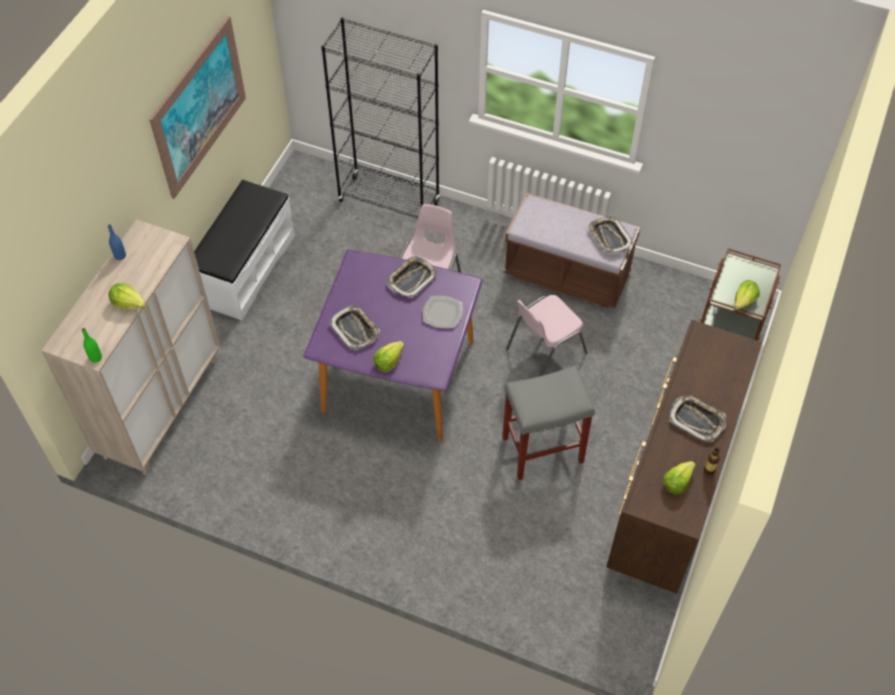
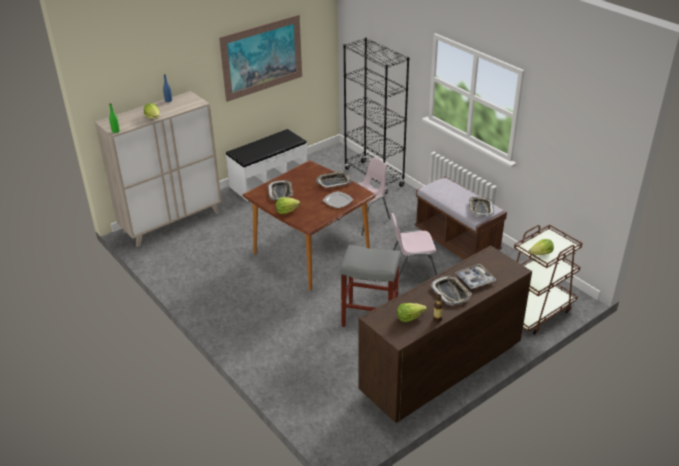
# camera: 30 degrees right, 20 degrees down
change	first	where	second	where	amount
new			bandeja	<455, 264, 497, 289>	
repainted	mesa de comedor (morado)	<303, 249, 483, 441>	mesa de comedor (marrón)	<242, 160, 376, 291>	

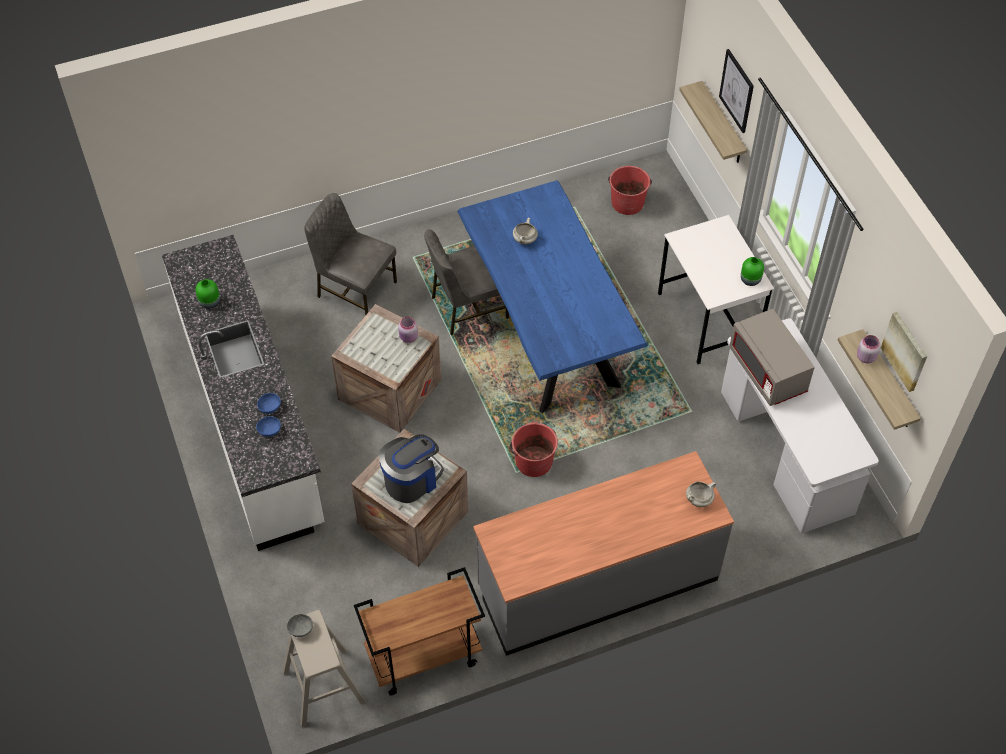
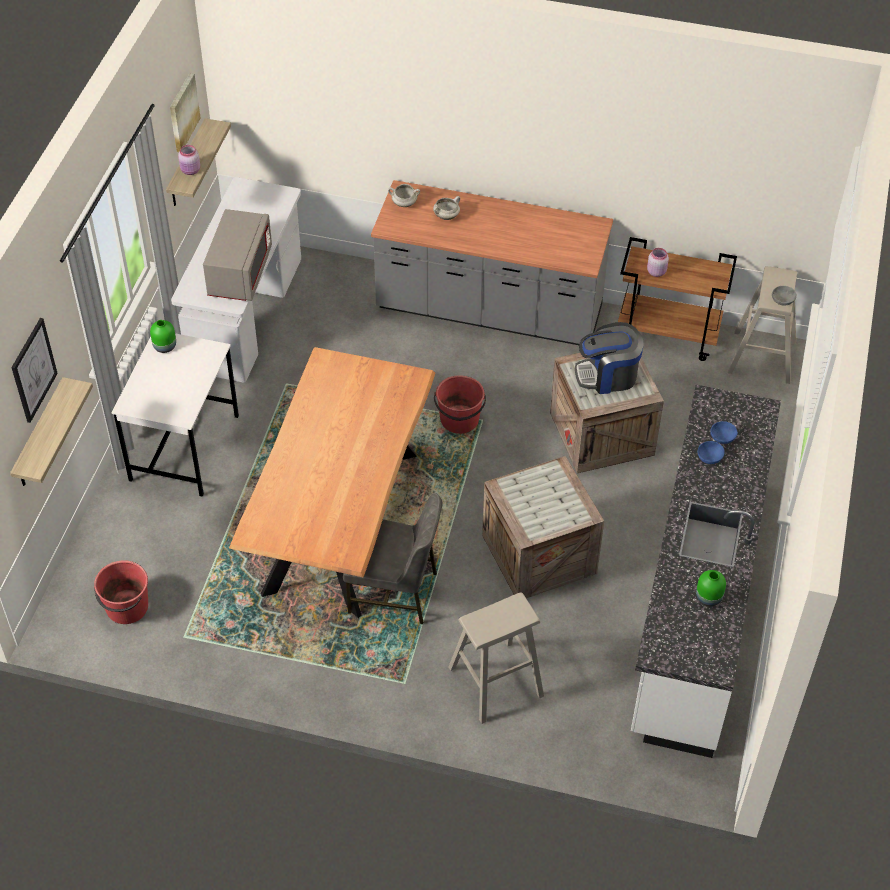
# camera: 145 degrees left, 5 degrees down
change	first	where	second	where	amount
shifted	tarro (rosa)	<398, 317, 418, 343>		<647, 248, 669, 277>	
shifted	olla (blanco)	<513, 218, 538, 244>		<433, 196, 460, 220>	
swapped	silla (gris)	<304, 193, 397, 315>	taburete (beis)	<448, 592, 544, 724>	
repainted	mesa de comedor (azul)	<457, 180, 648, 413>	mesa de comedor (marrón)	<229, 347, 435, 618>	

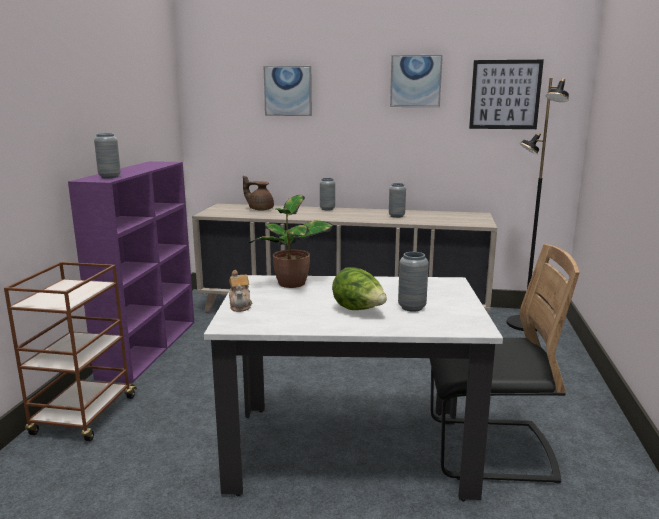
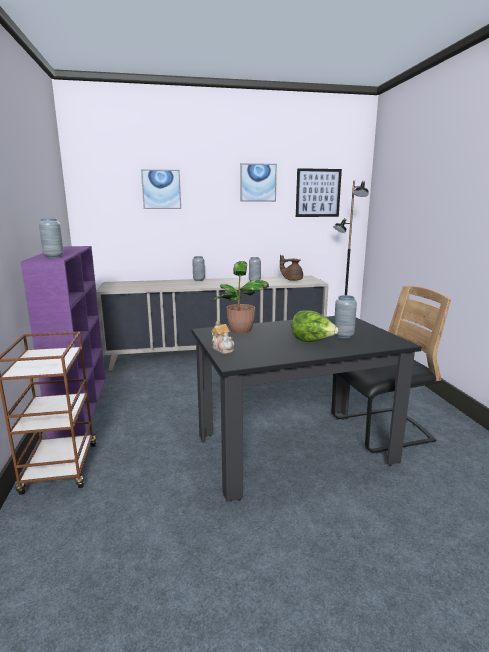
# camera: 20 degrees left, 0 degrees up
change	first	where	second	where	amount
shifted	tetera (marrón)	<243, 175, 274, 211>		<280, 255, 303, 281>	
repainted	mesa de comedor (blanco)	<204, 275, 503, 502>	mesa de comedor (negro)	<192, 316, 421, 502>	

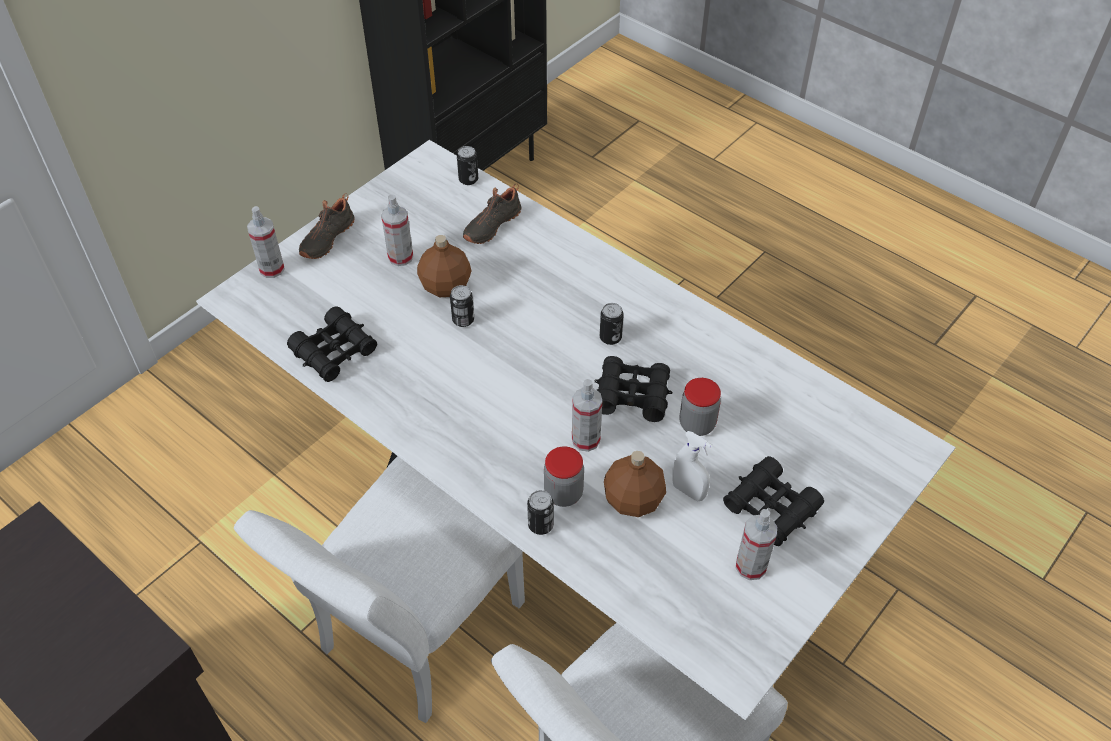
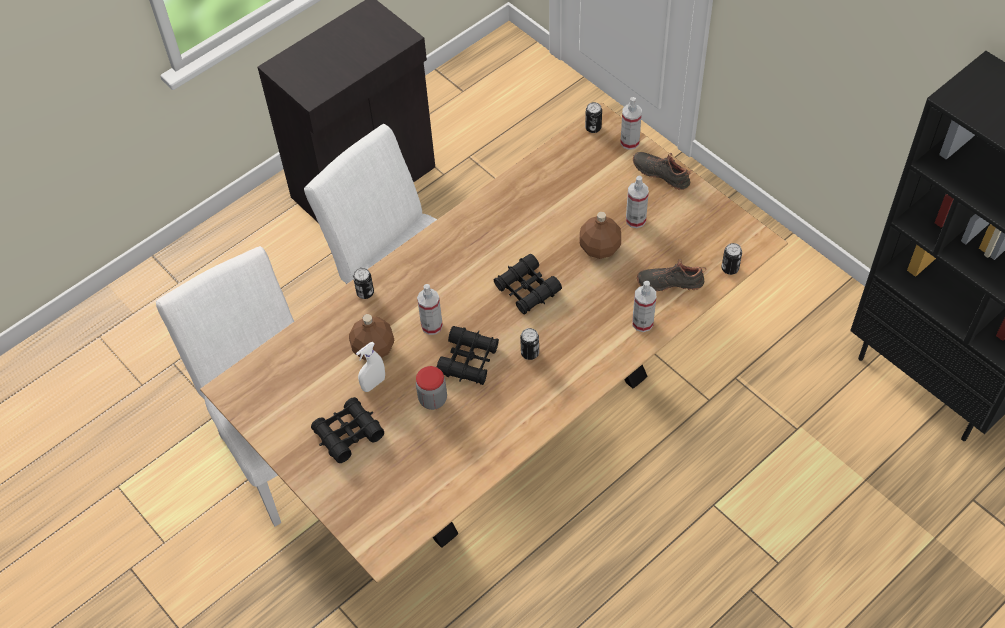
# camera: 100 degrees right, 5 degrees up
change	first	where	second	where	amount
gone	tarro	<544, 446, 584, 507>			
shifted	prismáticos (negro)	<287, 306, 377, 382>		<494, 254, 562, 315>	
shifted	lata	<450, 285, 474, 327>		<585, 102, 602, 133>	
shifted	pulverizador	<736, 509, 777, 580>		<632, 281, 656, 332>	
repainted	mesa de comedor (blanco)	<196, 140, 956, 720>	mesa de comedor (marrón)	<200, 102, 788, 583>	
rotated	zapato (negro)	<463, 183, 522, 244>		<637, 259, 706, 292>	45 degrees counterclockwise

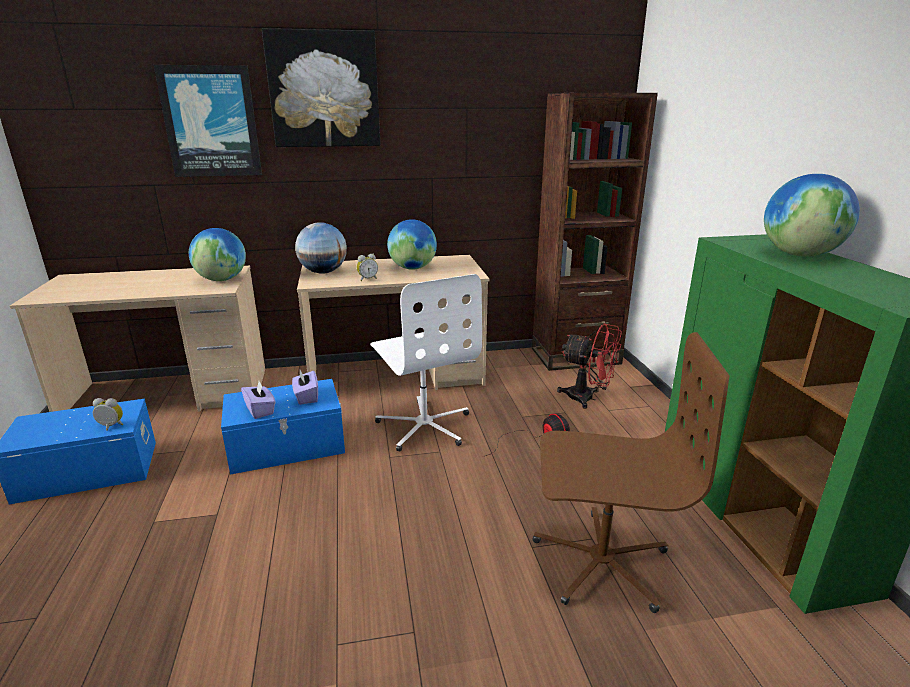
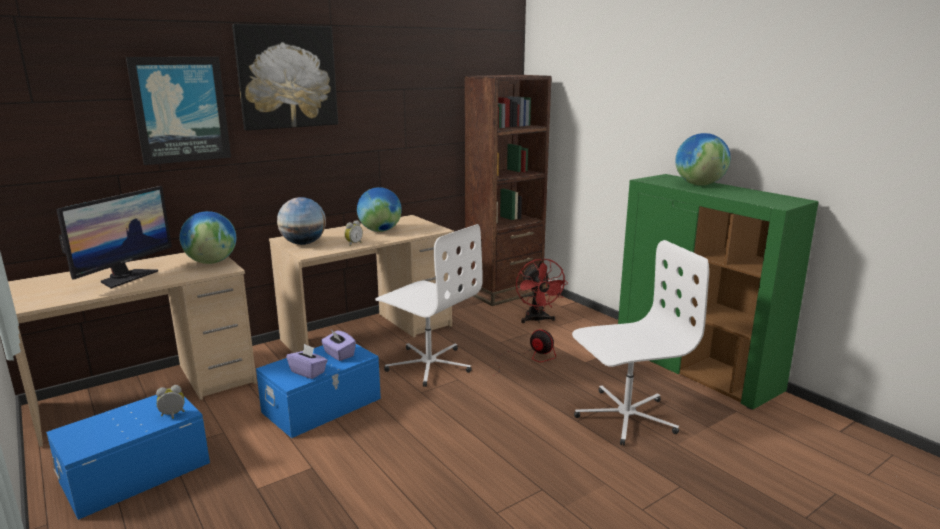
# camera: 25 degrees left, 5 degrees down
change	first	where	second	where	amount
new			monitor	<57, 186, 172, 289>	
repainted	silla de oficina (marrón)	<532, 332, 730, 613>	silla de oficina (blanco)	<572, 240, 709, 446>	
rotated	ventilador (rojo)	<557, 323, 622, 409>		<516, 258, 568, 323>	75 degrees clockwise

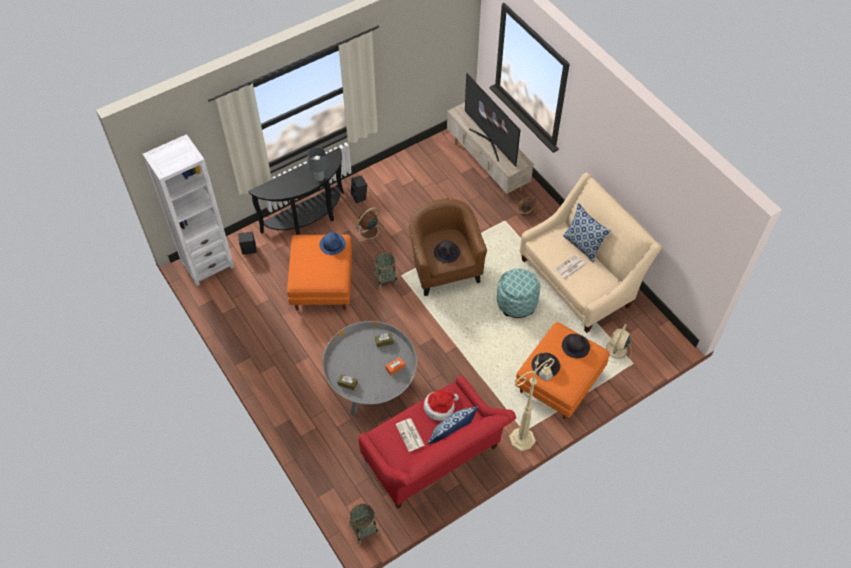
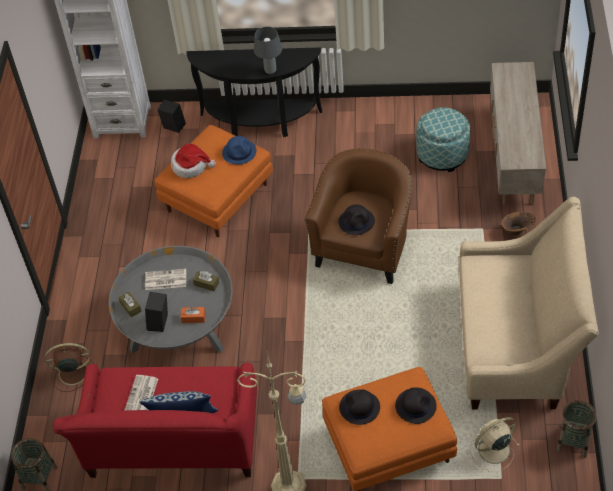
# camera: 40 degrees right, 5 degrees down
change	first	where	second	where	amount
gone	televisor	<465, 74, 520, 167>			
gone	cojín	<563, 203, 611, 263>			
shifted	altavoz (negro)	<351, 175, 367, 203>		<145, 292, 168, 332>	
shifted	ventilador (marrón)	<354, 207, 383, 244>		<45, 343, 93, 392>	
shifted	cesta	<374, 252, 398, 290>		<556, 400, 596, 458>	
shifted	sombrero	<424, 390, 459, 421>		<171, 144, 216, 178>	
shifted	puf	<497, 269, 540, 318>		<416, 107, 470, 172>	
shifted	periódico	<554, 254, 586, 280>		<145, 269, 186, 290>	

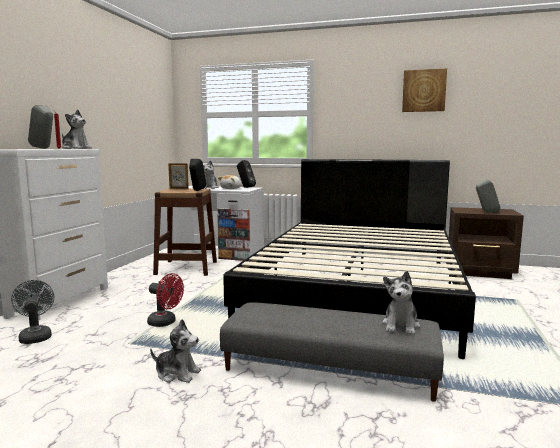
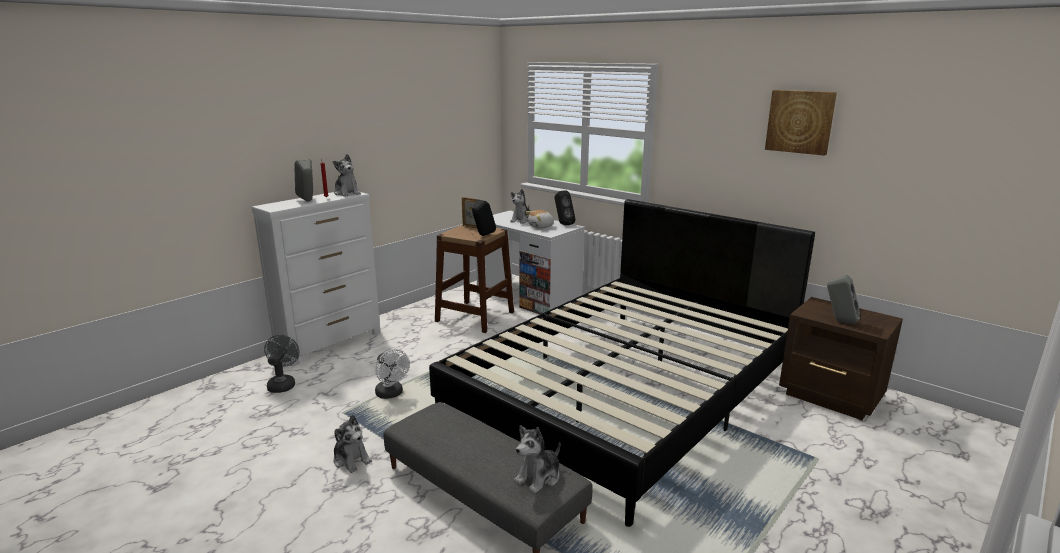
# camera: 25 degrees right, 10 degrees up
change	first	where	second	where	amount
repainted	ventilador (rojo)	<147, 273, 184, 327>	ventilador (blanco)	<375, 349, 410, 399>	

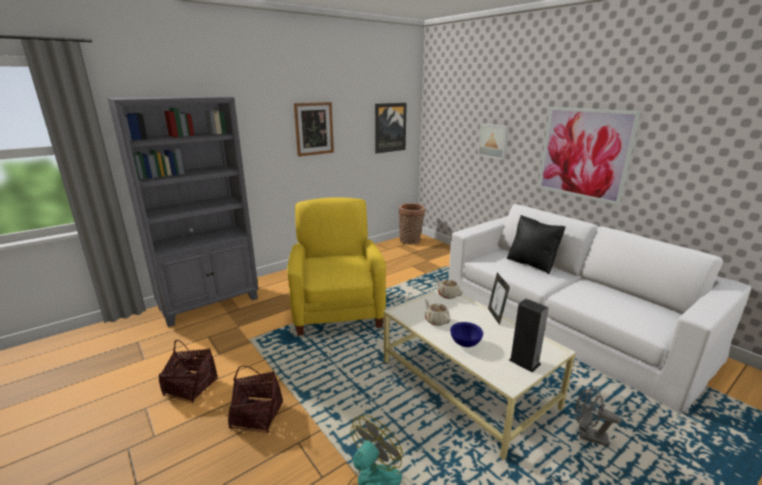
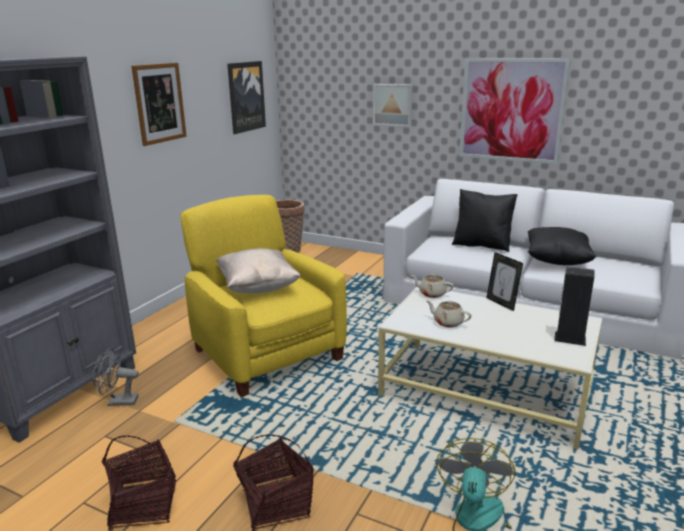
# camera: 25 degrees left, 0 degrees up
change	first	where	second	where	amount
gone	cuenco (azul)	<450, 322, 483, 347>			
new			cojín (beis)	<216, 248, 301, 293>	
new			cojín (negro)	<527, 227, 596, 265>	
shifted	ventilador (gris)	<575, 386, 622, 447>		<93, 348, 139, 406>	

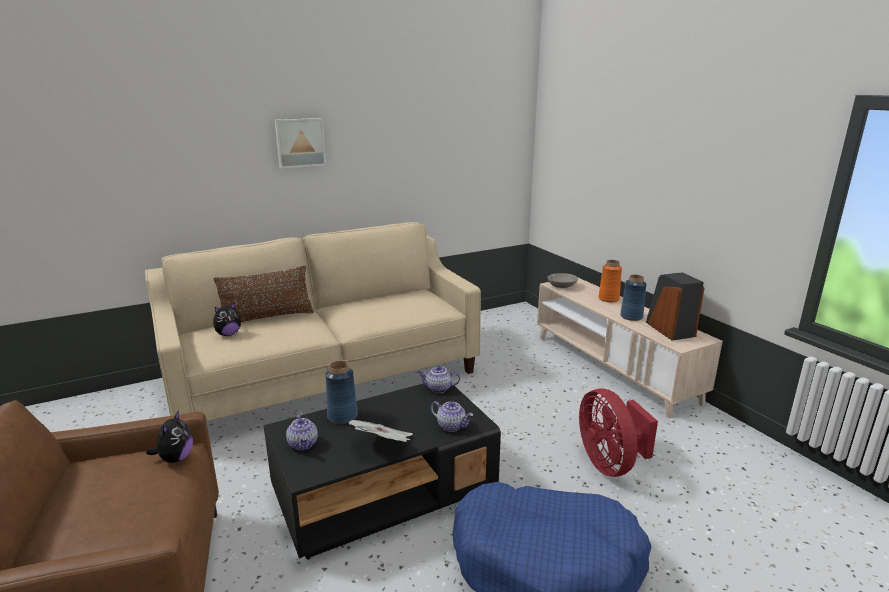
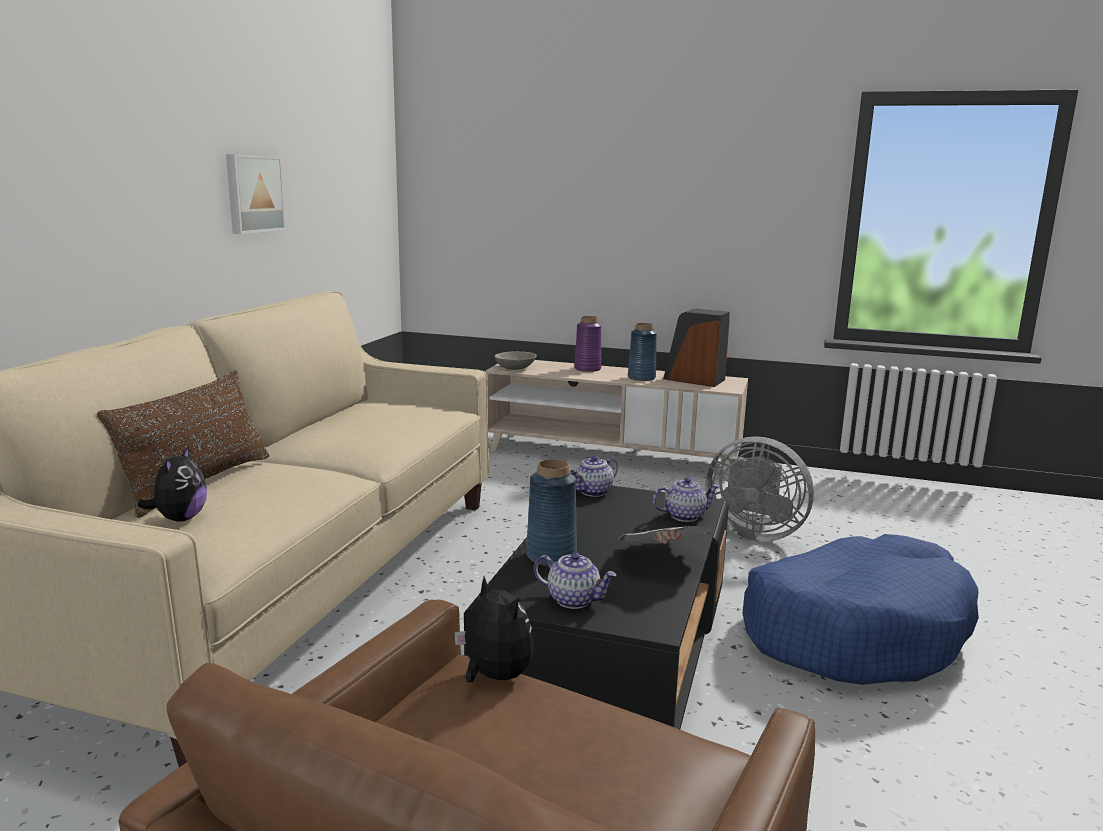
# camera: 45 degrees left, 5 degrees down
change	first	where	second	where	amount
shifted	cuadro	<275, 118, 326, 168>		<226, 154, 286, 234>	
repainted	ventilador (rojo)	<579, 389, 658, 477>	ventilador (gris)	<705, 436, 814, 542>	
repainted	florero (naranja)	<598, 260, 622, 302>	florero (morado)	<574, 316, 601, 372>	

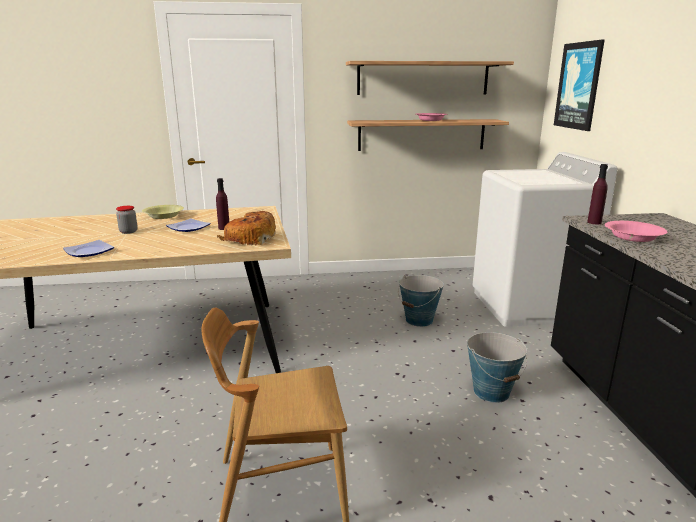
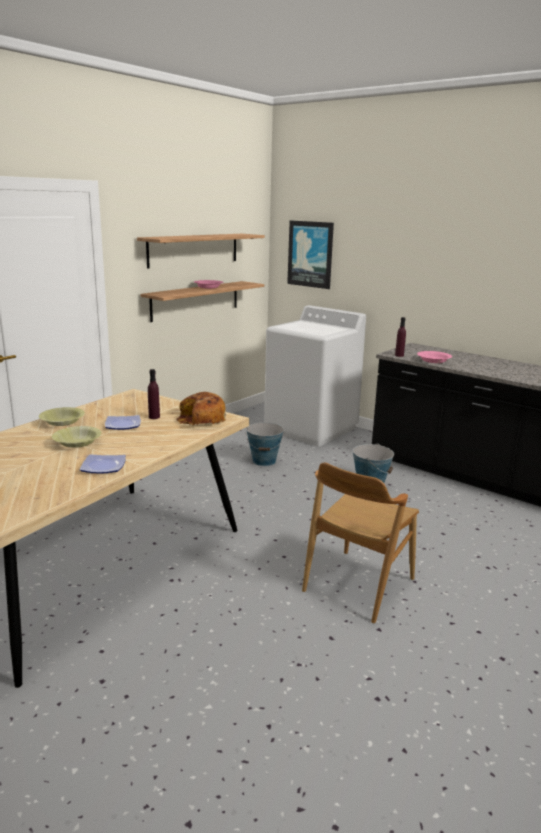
# camera: 45 degrees left, 0 degrees up
change	first	where	second	where	amount
swapped	tarro	<116, 206, 138, 234>	cuenco (amarillo)	<52, 426, 102, 448>	

